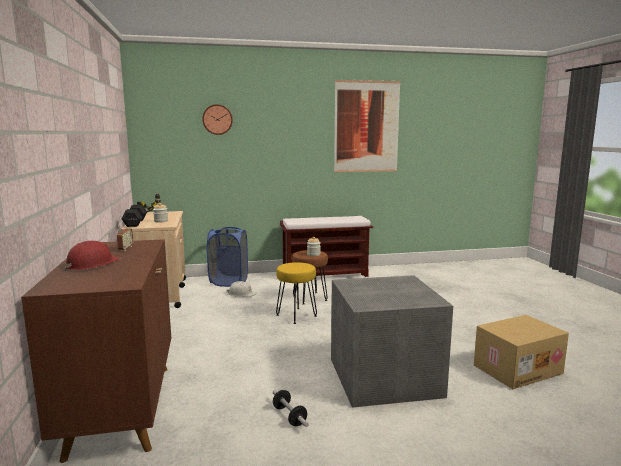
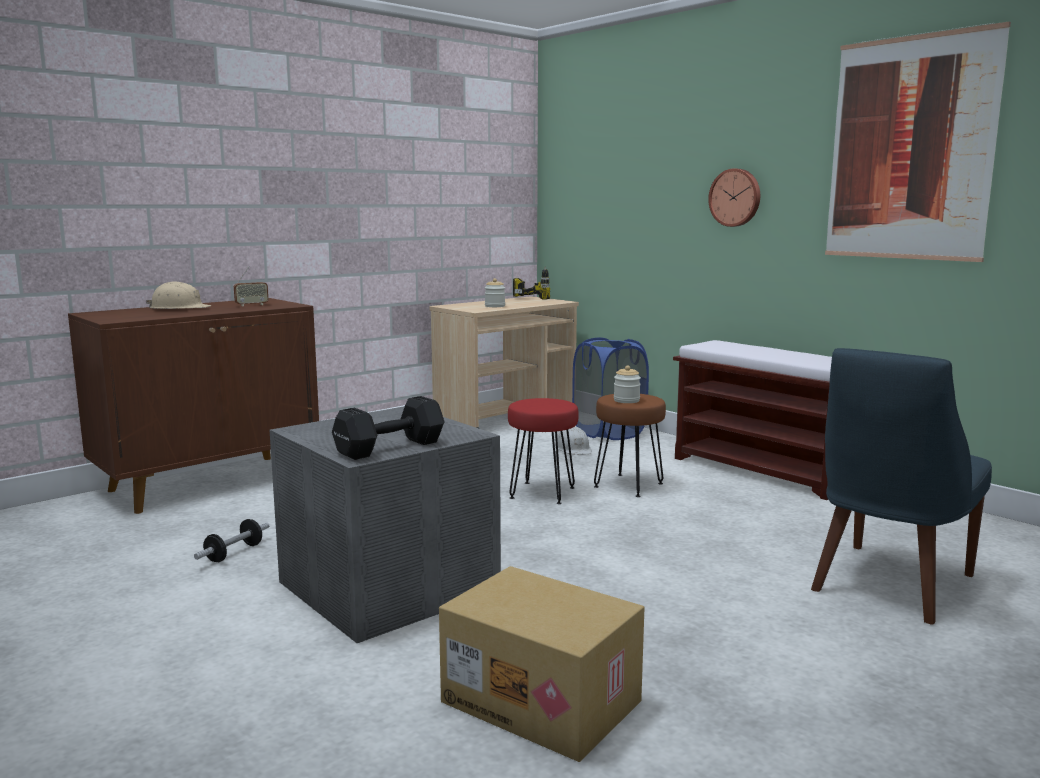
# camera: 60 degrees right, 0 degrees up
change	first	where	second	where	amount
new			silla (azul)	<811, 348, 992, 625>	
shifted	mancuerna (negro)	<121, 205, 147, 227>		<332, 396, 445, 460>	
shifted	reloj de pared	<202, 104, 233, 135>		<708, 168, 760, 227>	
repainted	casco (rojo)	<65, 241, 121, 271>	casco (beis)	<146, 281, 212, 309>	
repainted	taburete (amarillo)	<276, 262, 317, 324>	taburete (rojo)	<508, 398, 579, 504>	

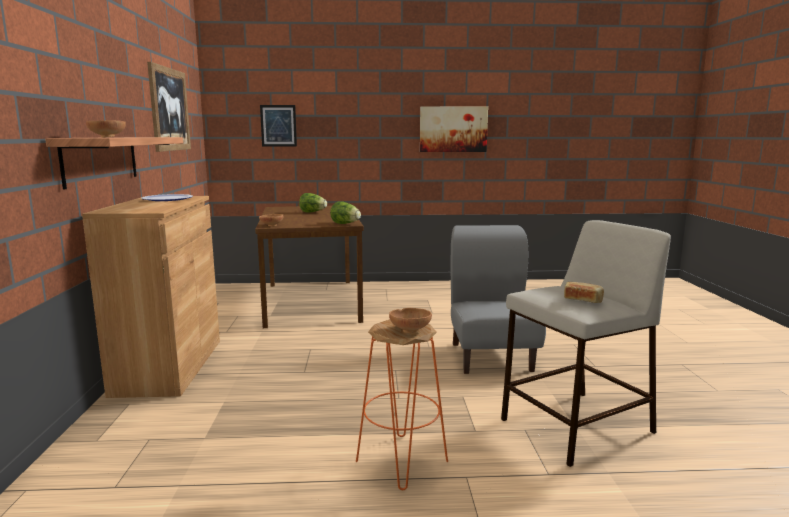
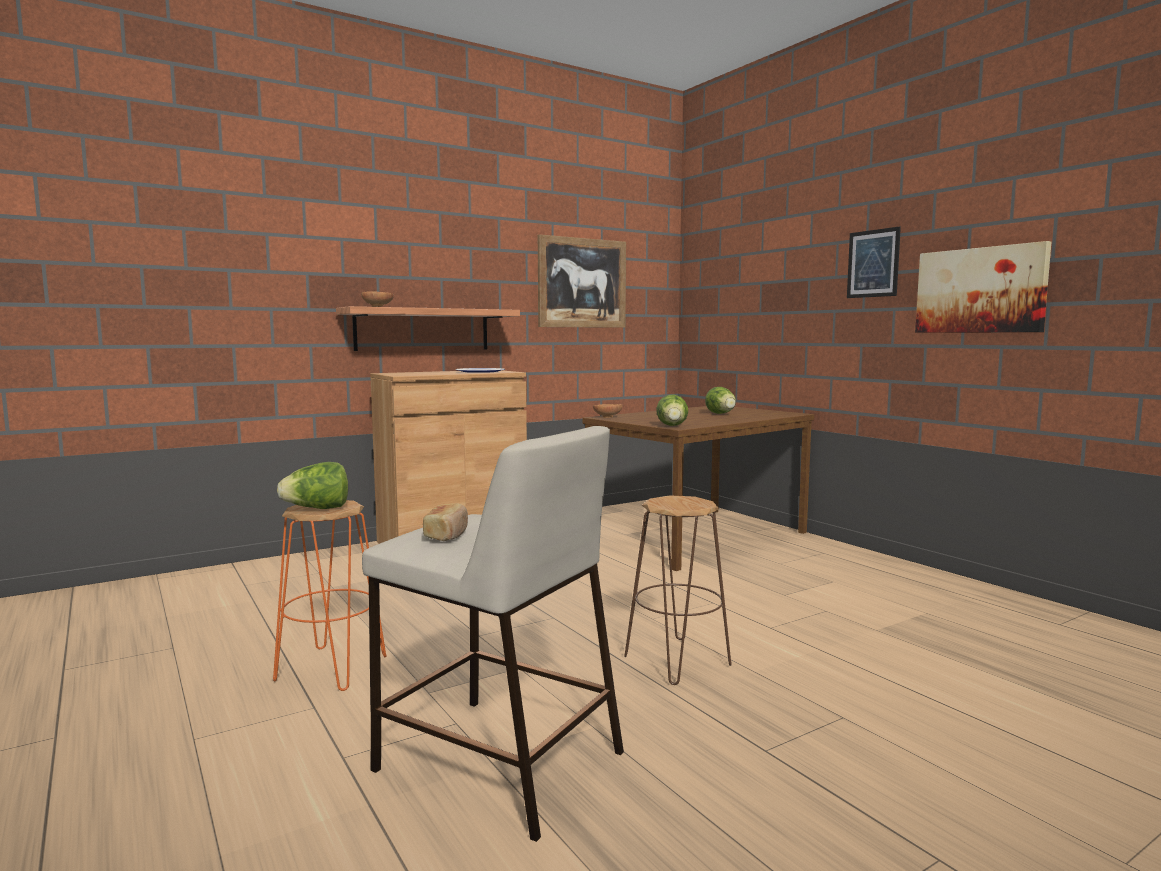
# camera: 60 degrees right, 5 degrees down
change	first	where	second	where	amount
shifted	cuadro	<260, 105, 297, 146>		<847, 226, 901, 298>	
swapped	cuenco (marrón)	<389, 308, 432, 333>	lechuga	<277, 462, 348, 509>	
swapped	silla (gris)	<450, 225, 546, 374>	taburete (marrón)	<624, 495, 732, 685>	

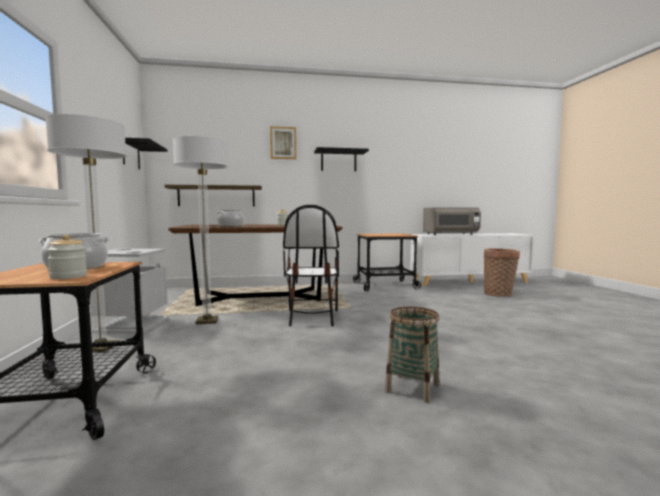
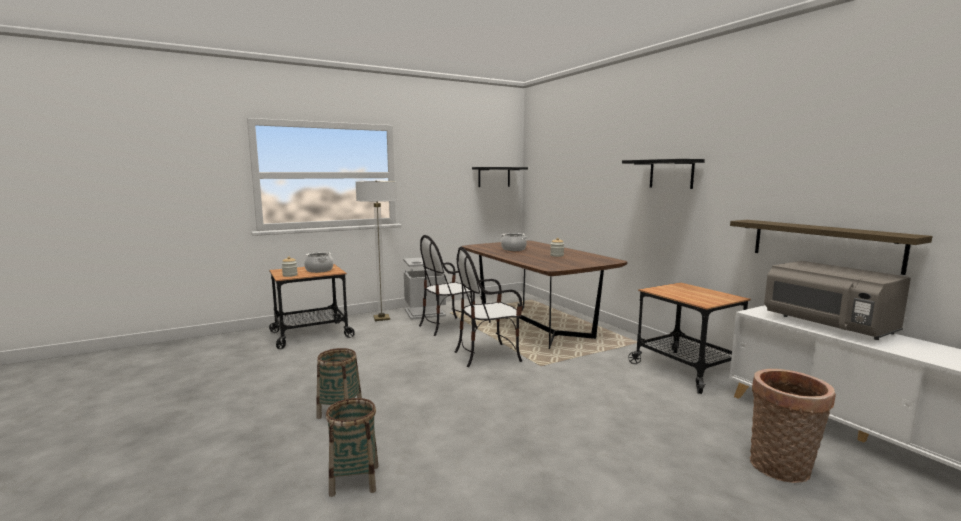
# camera: 70 degrees right, 5 degrees up
change	first	where	second	where	amount
gone	cuadro	<270, 126, 296, 159>			
new			cesta	<326, 398, 379, 497>	
shifted	estante	<165, 185, 262, 207>		<730, 220, 932, 275>	
swapped	lámpara de pie	<173, 136, 229, 324>	silla	<419, 235, 478, 336>	

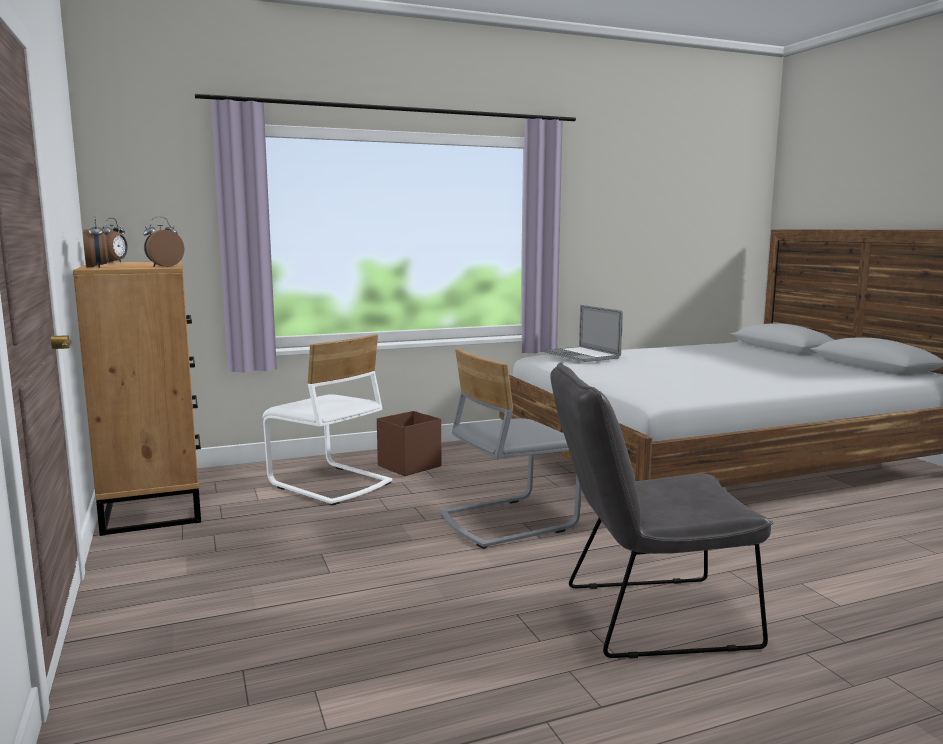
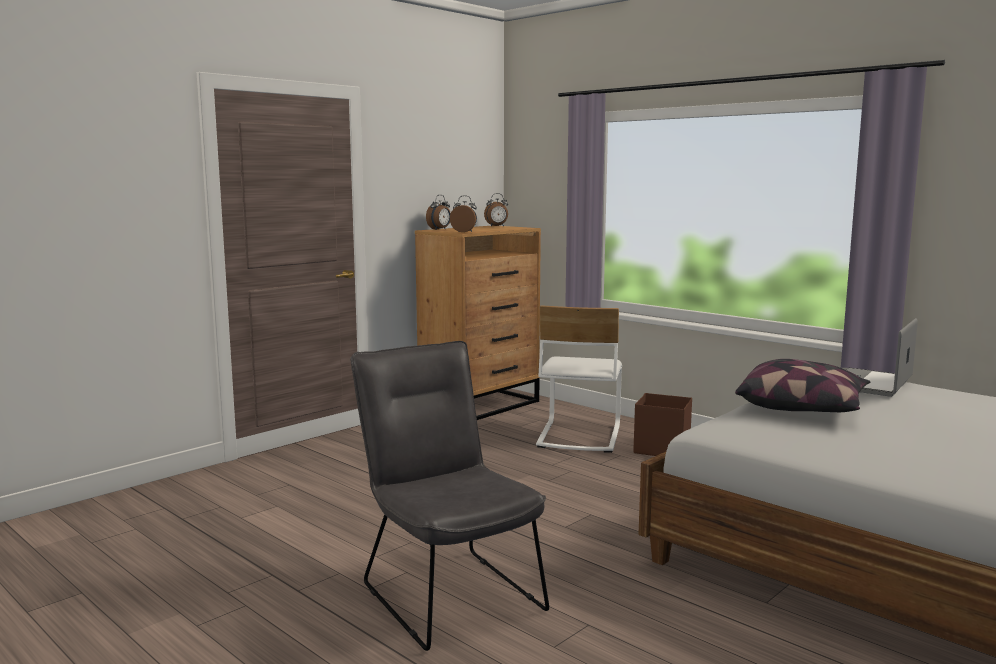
# camera: 65 degrees right, 0 degrees up
change	first	where	second	where	amount
gone	silla (gris)	<440, 349, 581, 549>			
new			cojín	<735, 359, 870, 412>	

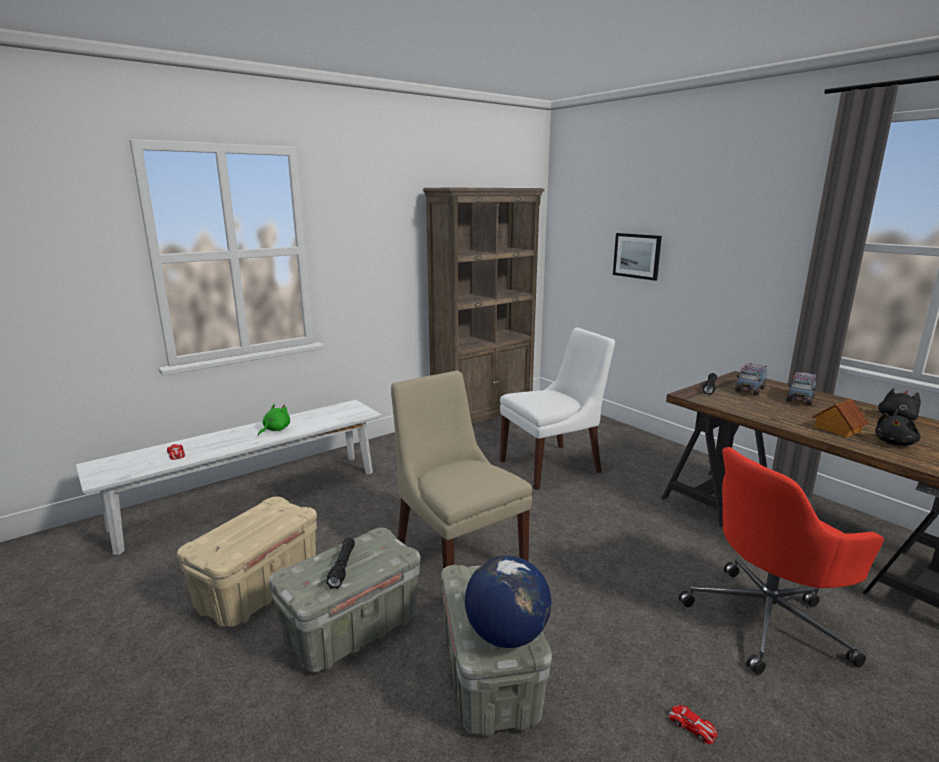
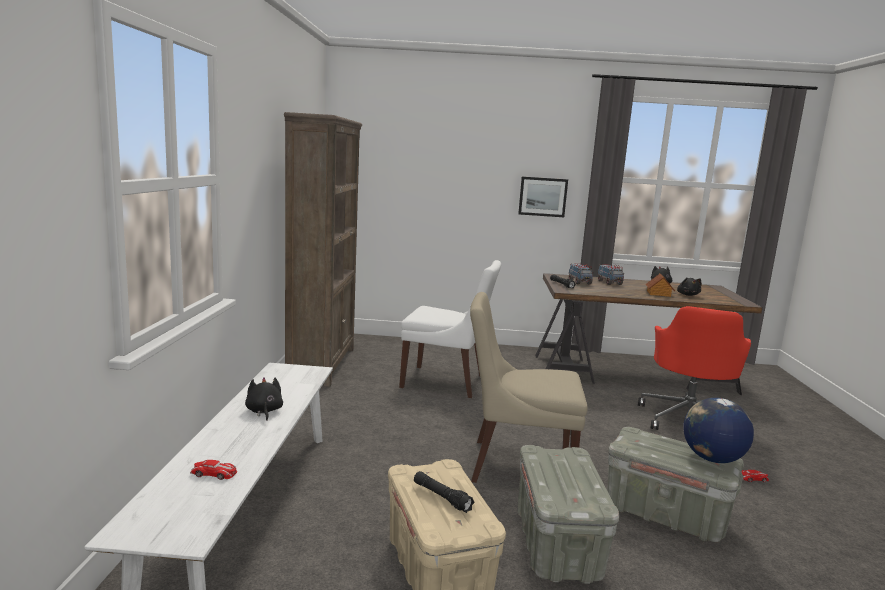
# camera: 50 degrees left, 5 degrees down
change	first	where	second	where	amount
shifted	linterna (negro)	<326, 538, 355, 589>		<414, 471, 475, 513>	
shifted	cuadro	<613, 233, 662, 281>		<518, 177, 568, 217>	
repainted	peluche (verde)	<258, 404, 290, 435>	peluche (negro)	<245, 377, 283, 421>	
rotated	silla (blanco)	<500, 327, 615, 490>		<399, 260, 501, 398>	90 degrees clockwise

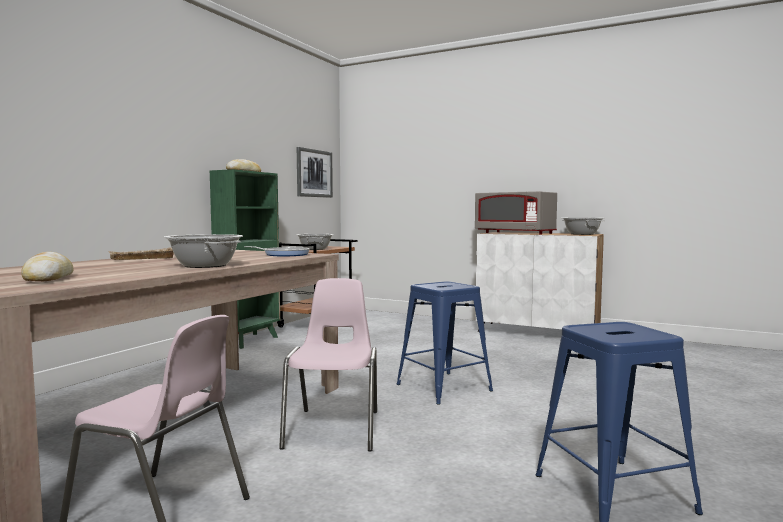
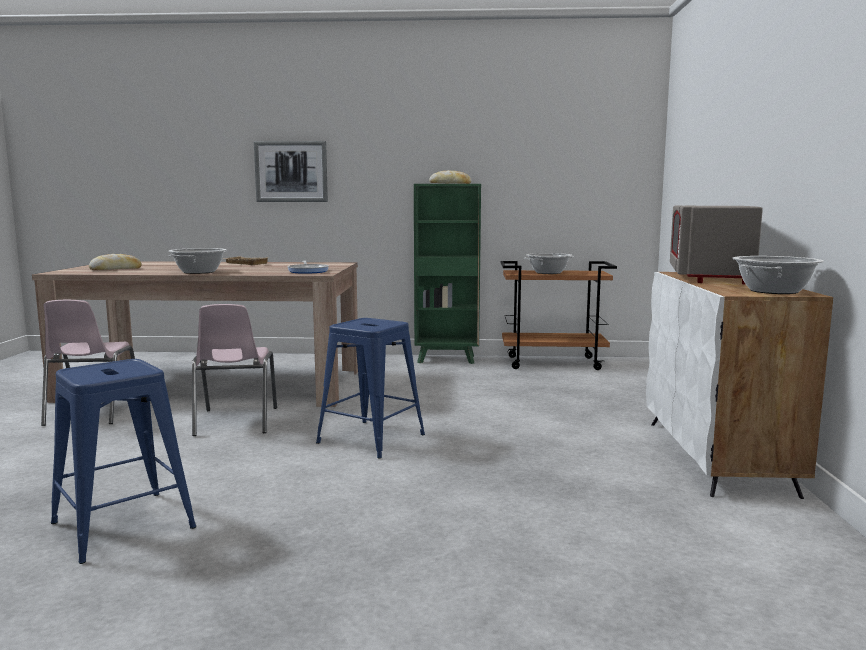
# camera: 65 degrees right, 5 degrees up
change	first	where	second	where	amount
shifted	cuadro	<297, 147, 333, 198>		<254, 141, 328, 202>	
rotated	silla (rosa)	<279, 278, 377, 451>		<192, 304, 277, 436>	105 degrees clockwise

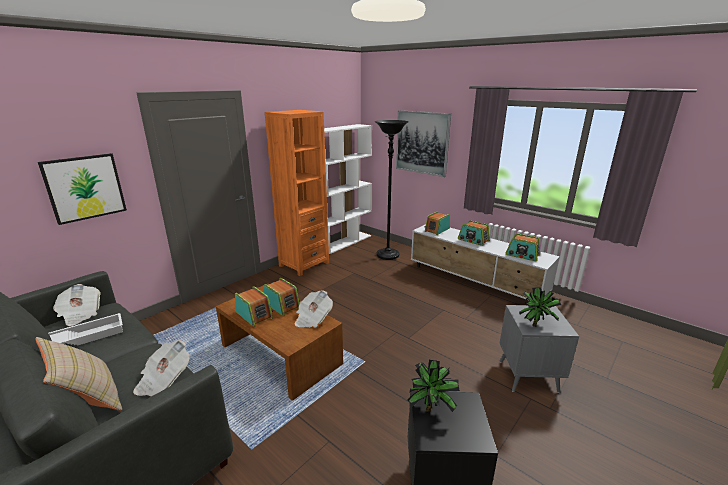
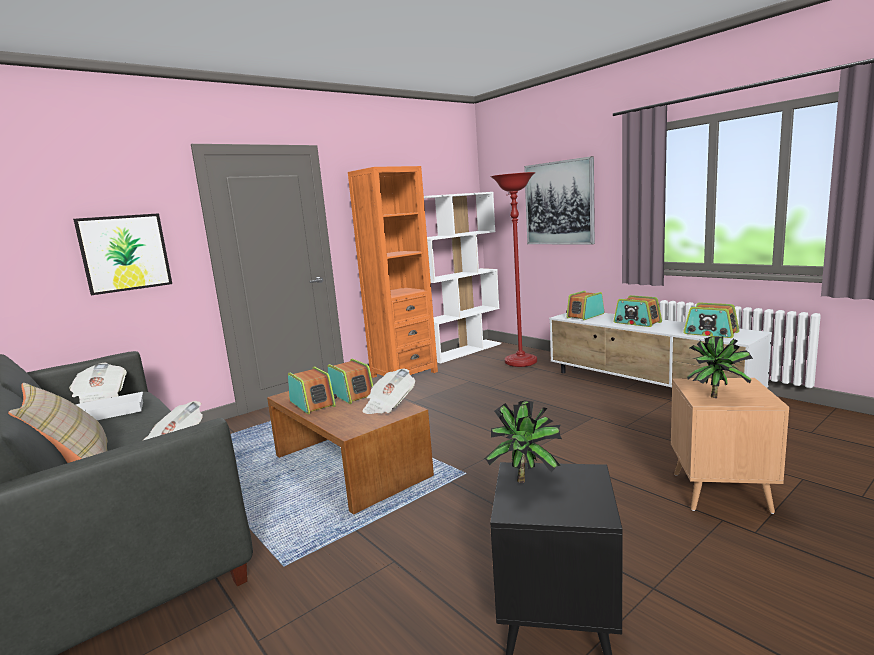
# camera: 10 degrees right, 10 degrees down
change	first	where	second	where	amount
repainted	lámpara de pie (negro)	<375, 120, 408, 260>	lámpara de pie (rojo)	<490, 172, 537, 367>	
repainted	mesa auxiliar (gris)	<500, 305, 579, 393>	mesa auxiliar (marrón)	<671, 378, 789, 514>	

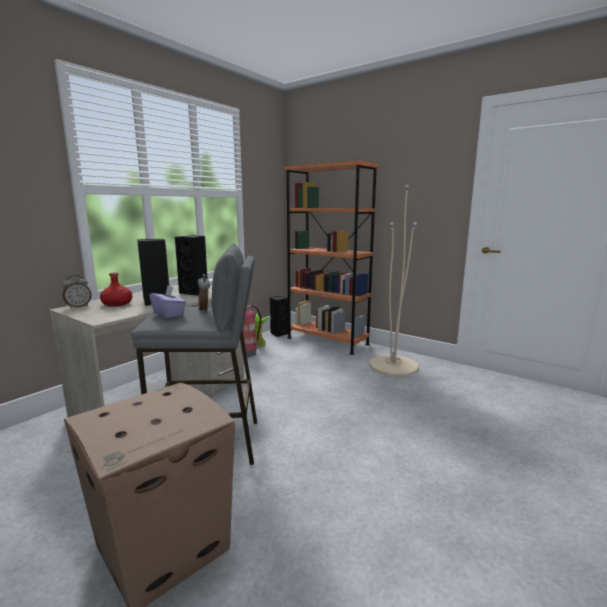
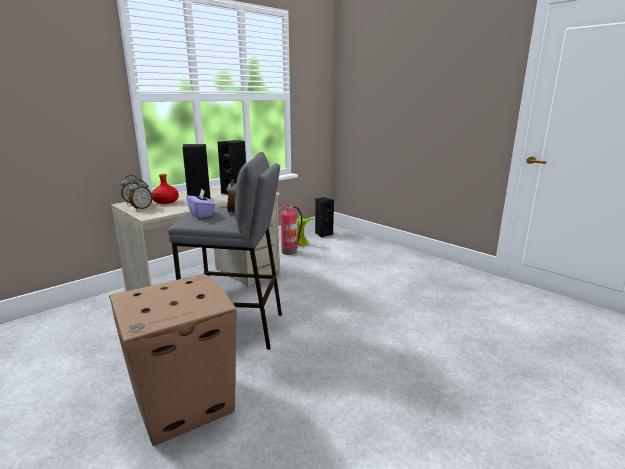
# camera: 10 degrees right, 5 degrees up
change	first	where	second	where	amount
gone	estantería (naranja)	<284, 160, 379, 355>			
gone	lámpara de pie (beis)	<369, 184, 419, 376>			
new			despertador	<129, 179, 153, 210>	

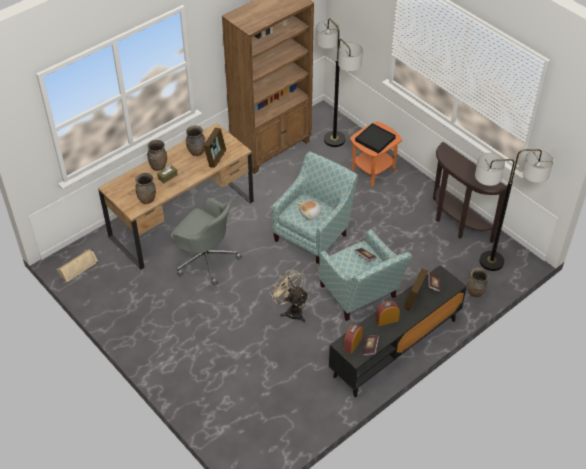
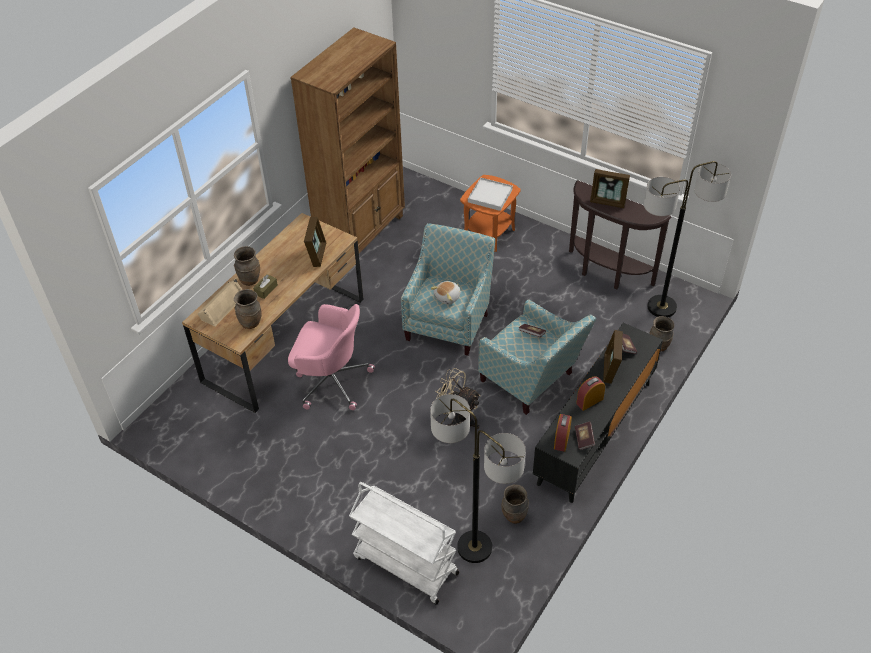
# camera: 15 degrees left, 0 degrees up
change	first	where	second	where	amount
new			carrito (blanco)	<349, 482, 459, 605>	
new			portarretratos	<590, 169, 630, 208>	
shifted	altavoz (beis)	<57, 249, 98, 282>		<197, 279, 242, 327>	
shifted	florero (marrón)	<186, 125, 205, 156>		<501, 485, 529, 524>	
shifted	lámpara de pie	<316, 19, 363, 147>		<430, 394, 526, 563>	
repainted	silla de oficina (gris)	<171, 198, 242, 285>	silla de oficina (rosa)	<288, 304, 375, 410>	
repainted	bandeja (negro)	<355, 123, 396, 154>	bandeja (blanco)	<468, 177, 513, 211>	

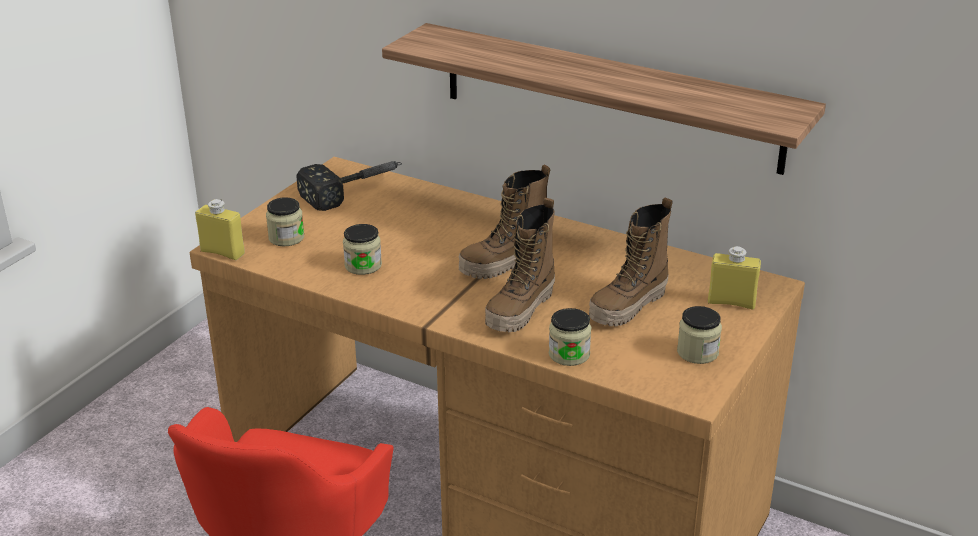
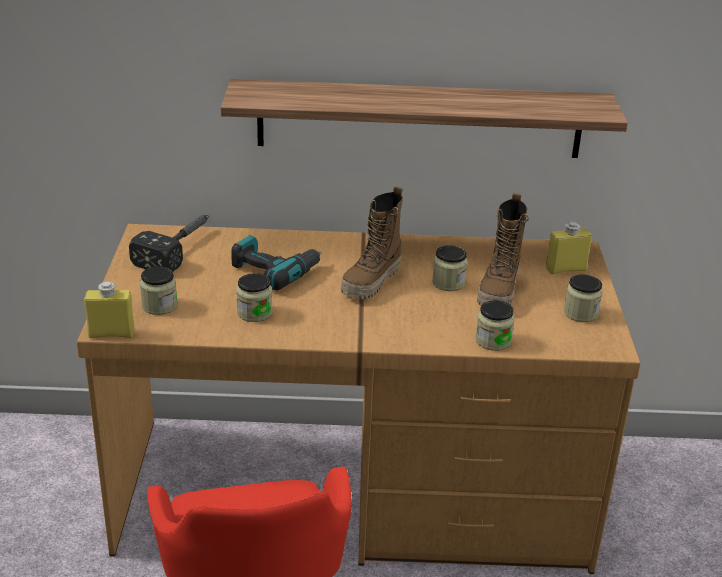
# camera: 30 degrees left, 0 degrees up
change	first	where	second	where	amount
gone	bota	<485, 198, 555, 333>			
new			taladro	<231, 235, 322, 290>	
new			tarro	<432, 245, 468, 291>	

